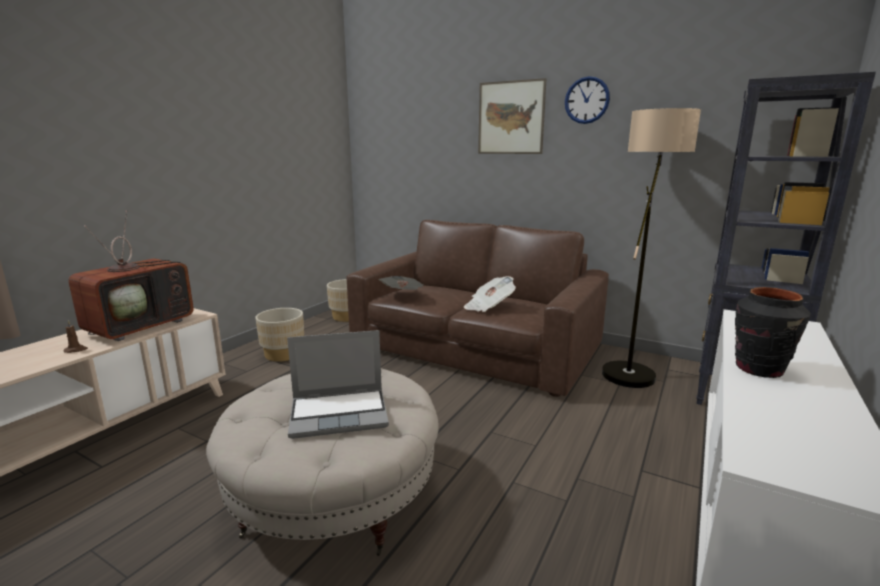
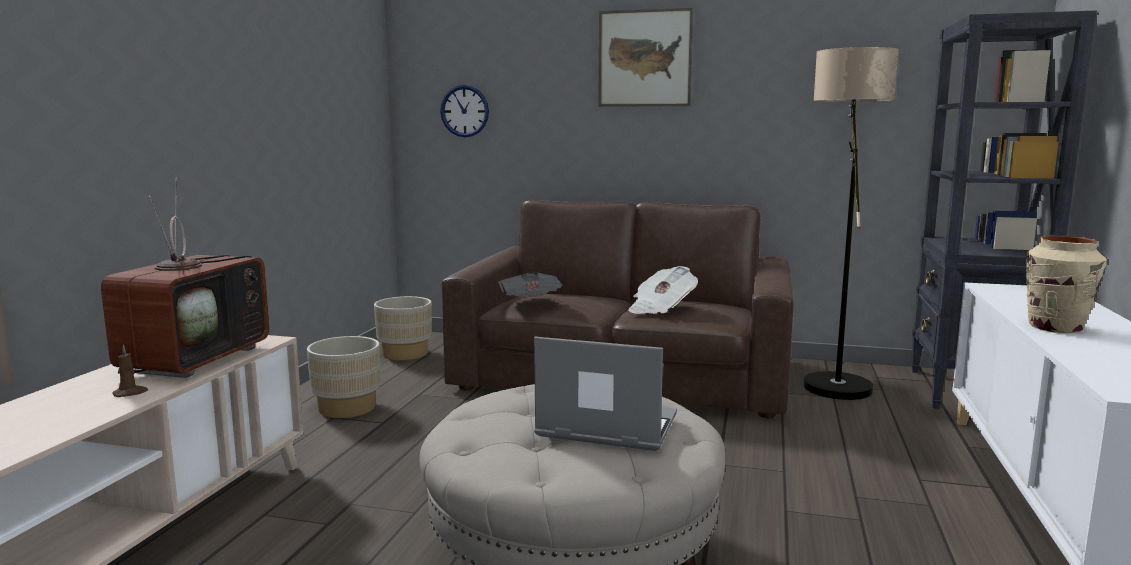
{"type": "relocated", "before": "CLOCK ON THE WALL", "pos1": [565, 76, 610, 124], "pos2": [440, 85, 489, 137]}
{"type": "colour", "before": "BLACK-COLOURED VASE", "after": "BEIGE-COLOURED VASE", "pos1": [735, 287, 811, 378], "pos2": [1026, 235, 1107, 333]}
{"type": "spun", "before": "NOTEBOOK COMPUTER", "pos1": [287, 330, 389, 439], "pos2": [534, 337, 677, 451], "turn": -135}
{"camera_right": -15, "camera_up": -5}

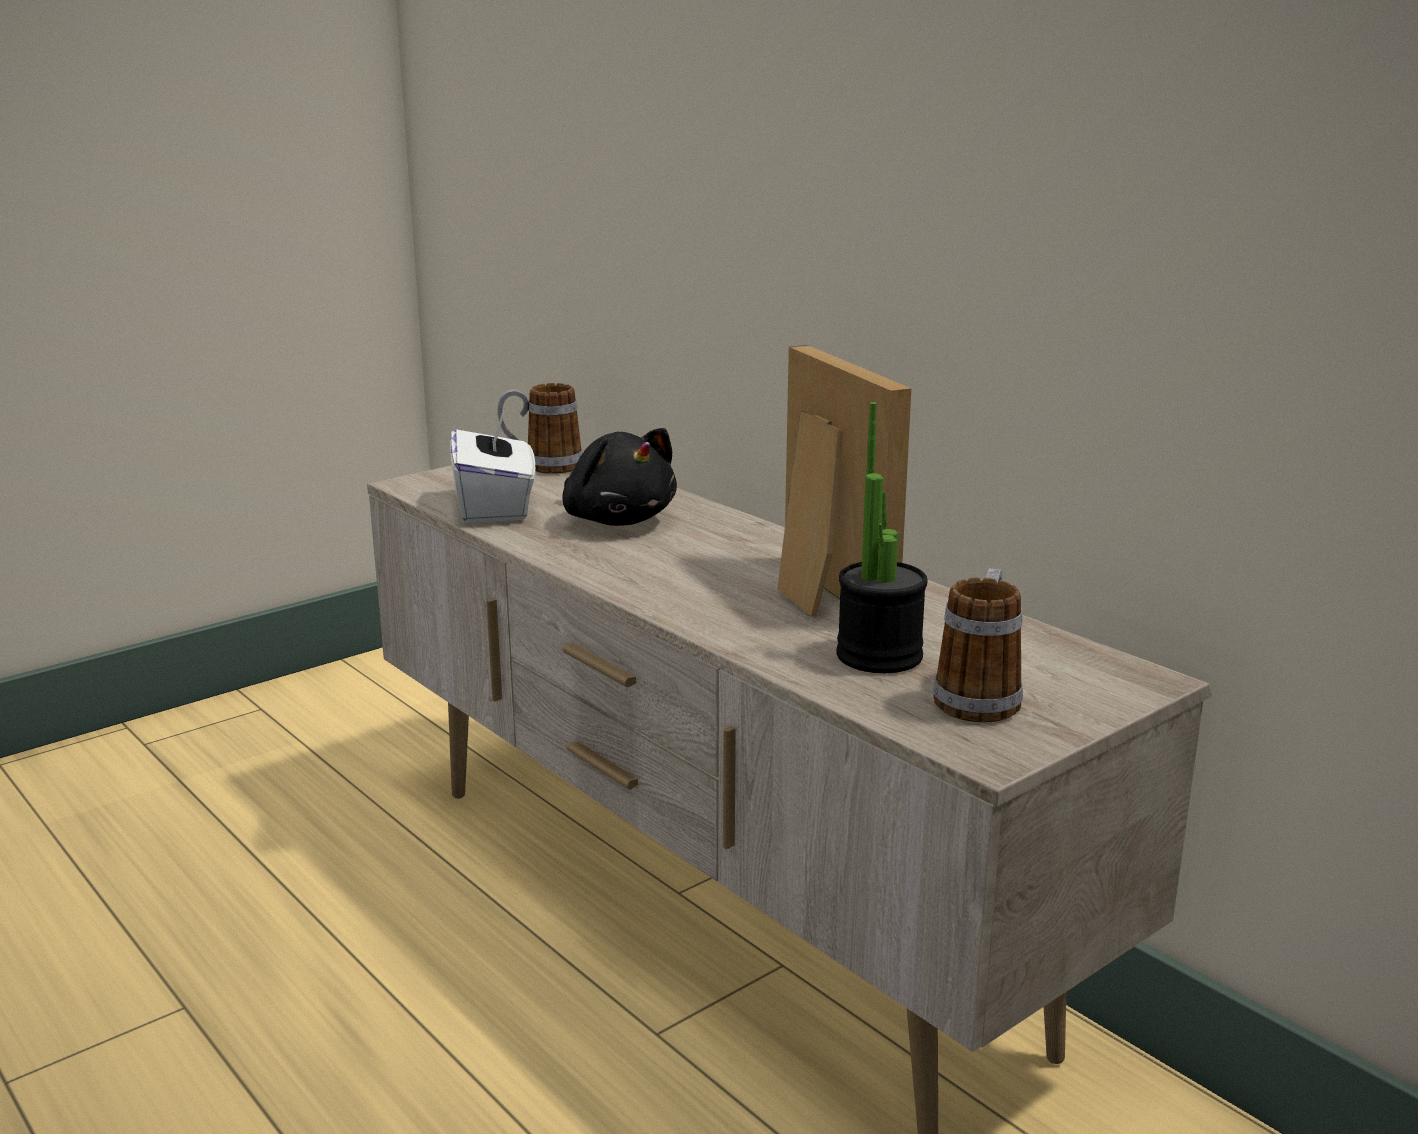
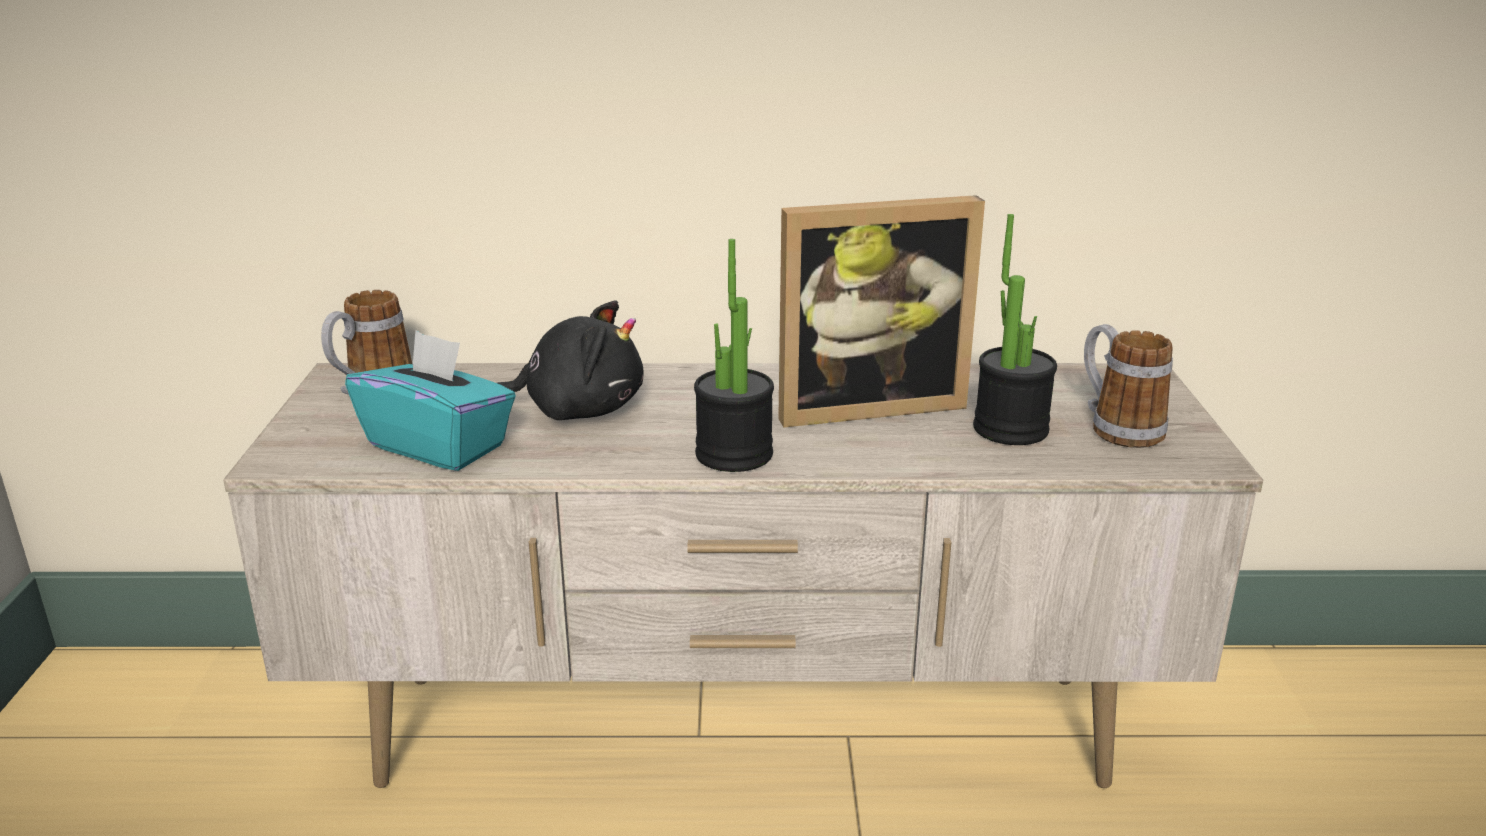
{"type": "spun", "before": "PHOTO FRAME", "pos1": [777, 345, 911, 616], "pos2": [778, 195, 985, 427], "turn": 150}
{"type": "colour", "before": "WHITE-COLOURED TISSUE BOX", "after": "TURQUOISE-COLOURED TISSUE BOX", "pos1": [450, 407, 536, 523], "pos2": [345, 330, 516, 471]}
{"type": "appeared", "after": "POTTED PLANT", "pos2": [694, 239, 774, 472]}
{"camera_right": -50, "camera_up": 5}

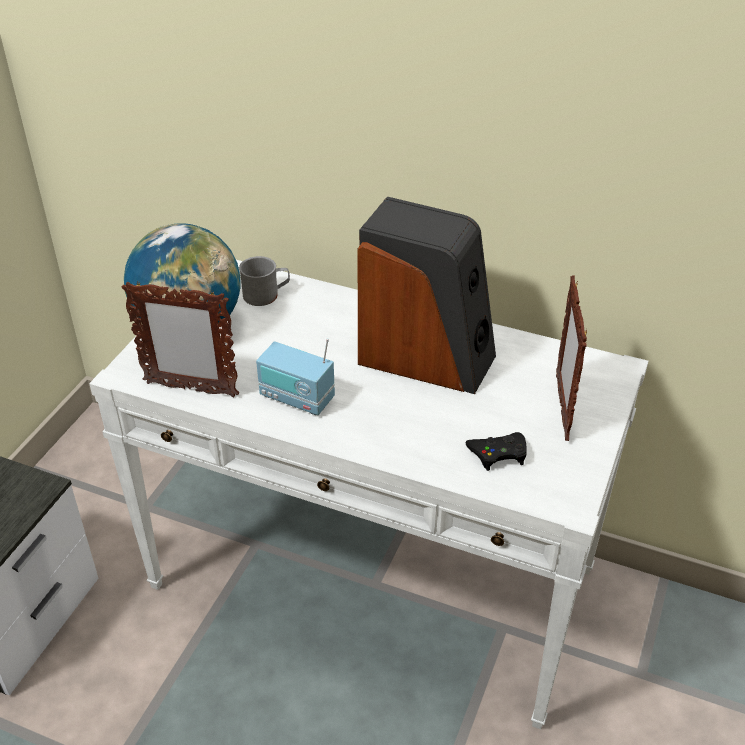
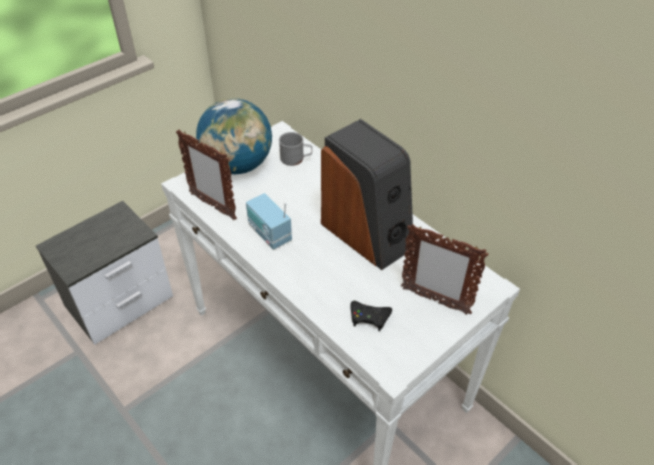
{"type": "spun", "before": "PHOTO FRAME", "pos1": [556, 275, 587, 441], "pos2": [401, 224, 489, 315], "turn": -90}
{"camera_right": 25, "camera_up": 5}

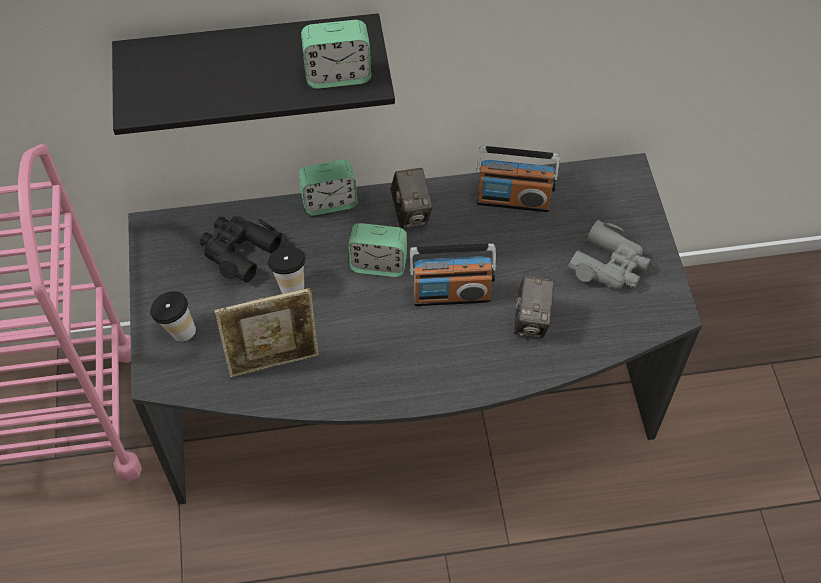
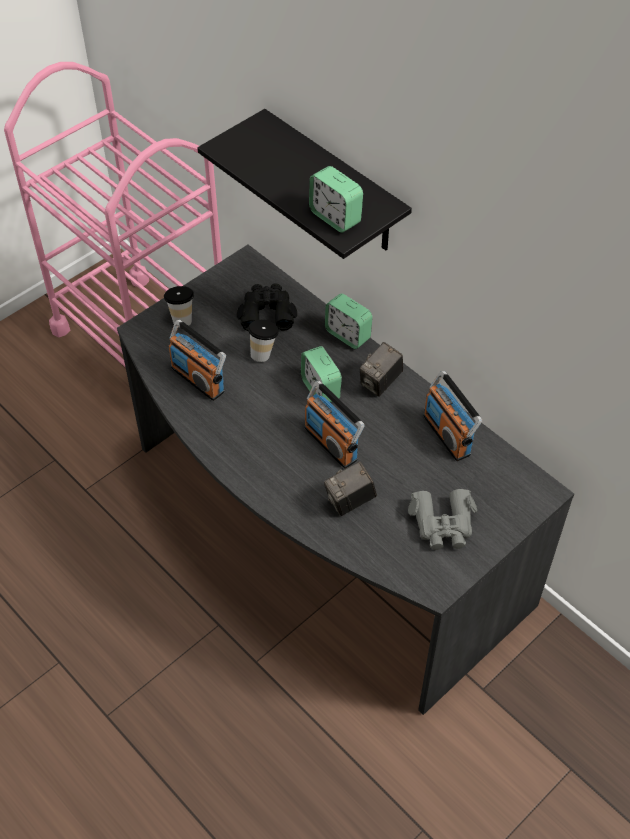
{"type": "exchanged", "before": "PHOTO FRAME", "after": "RADIO RECEIVER", "pos1": [214, 288, 319, 377], "pos2": [169, 320, 226, 401]}
{"camera_right": 55, "camera_up": -5}

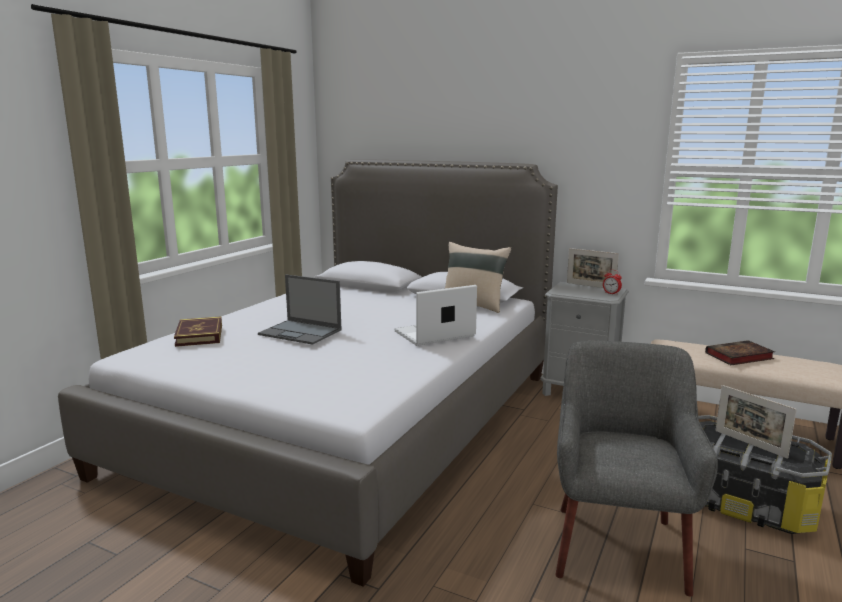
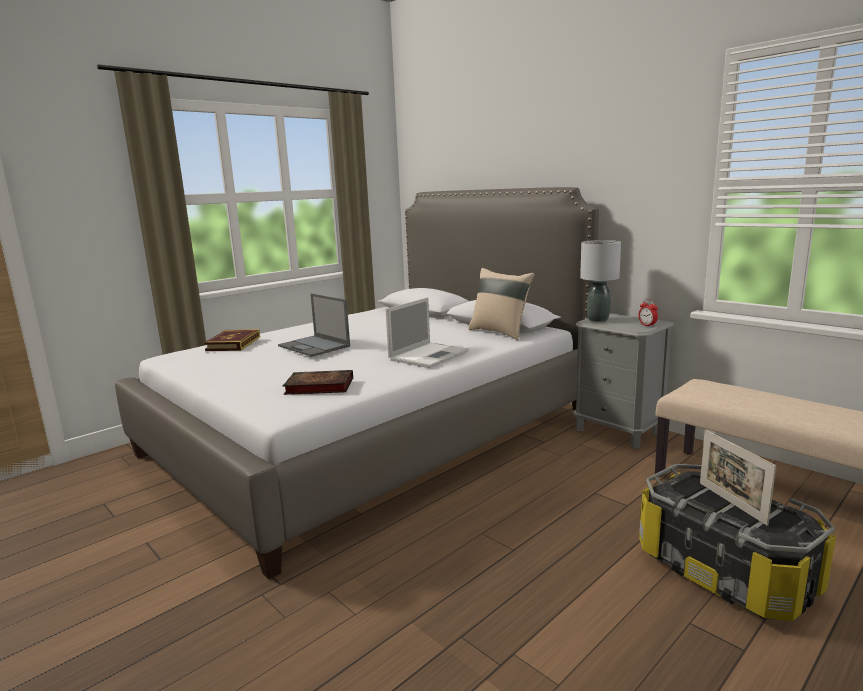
{"type": "missing", "before": "PHOTO FRAME", "pos1": [567, 248, 619, 288]}
{"type": "spun", "before": "NOTEBOOK COMPUTER", "pos1": [394, 285, 477, 346], "pos2": [385, 297, 468, 368], "turn": 135}
{"type": "relocated", "before": "BOOK", "pos1": [705, 340, 775, 365], "pos2": [283, 370, 353, 395]}
{"type": "missing", "before": "GRAY EASY CHAIR", "pos1": [555, 341, 718, 597]}
{"type": "appeared", "after": "GRAY TABLETOP LAMP", "pos2": [580, 240, 621, 322]}
{"camera_right": 20, "camera_up": 0}

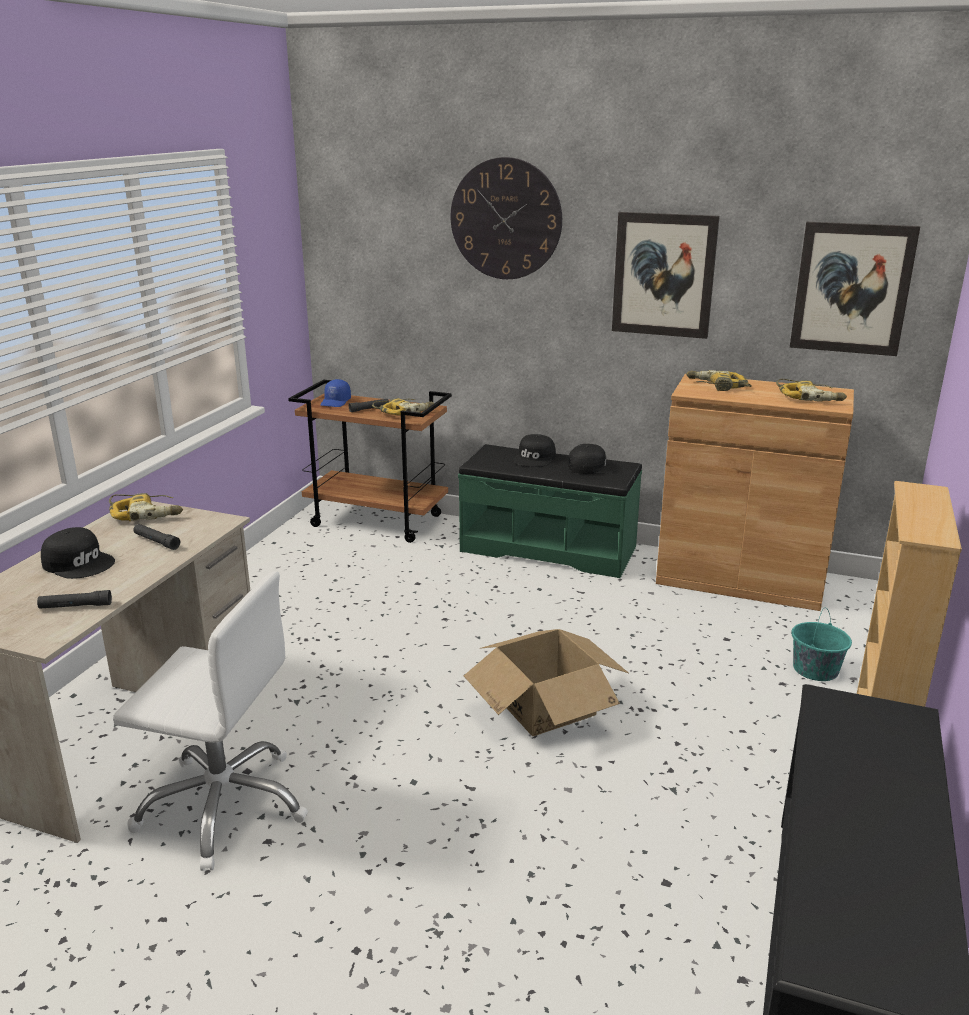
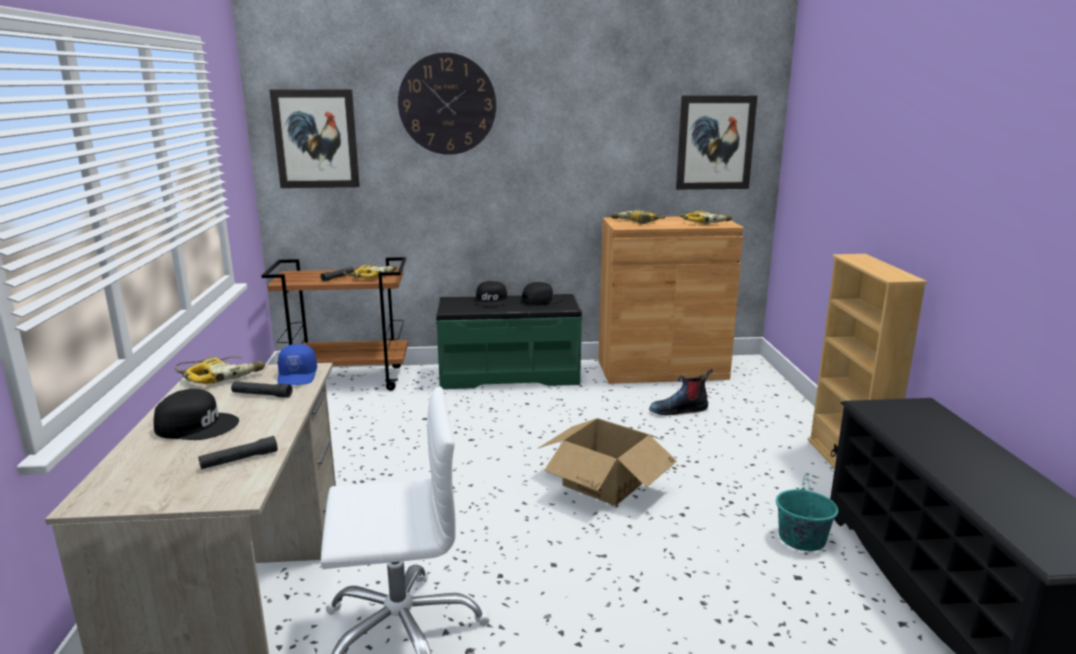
{"type": "relocated", "before": "PICTURE", "pos1": [612, 212, 720, 339], "pos2": [270, 89, 360, 188]}
{"type": "relocated", "before": "BLUE CAP", "pos1": [321, 379, 351, 407], "pos2": [277, 344, 317, 385]}
{"type": "relocated", "before": "TURQUOISE-COLOURED BUCKET", "pos1": [791, 608, 852, 681], "pos2": [776, 474, 838, 551]}
{"type": "appeared", "after": "HIGH-TOP BOOT", "pos2": [649, 369, 713, 415]}
{"camera_right": -25, "camera_up": -5}

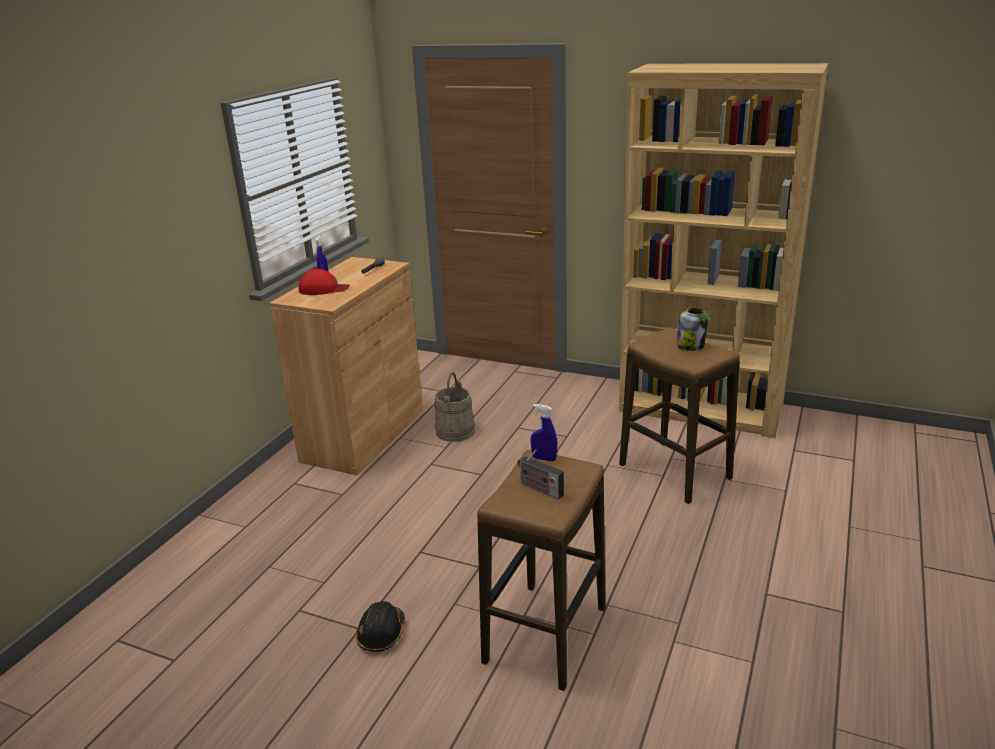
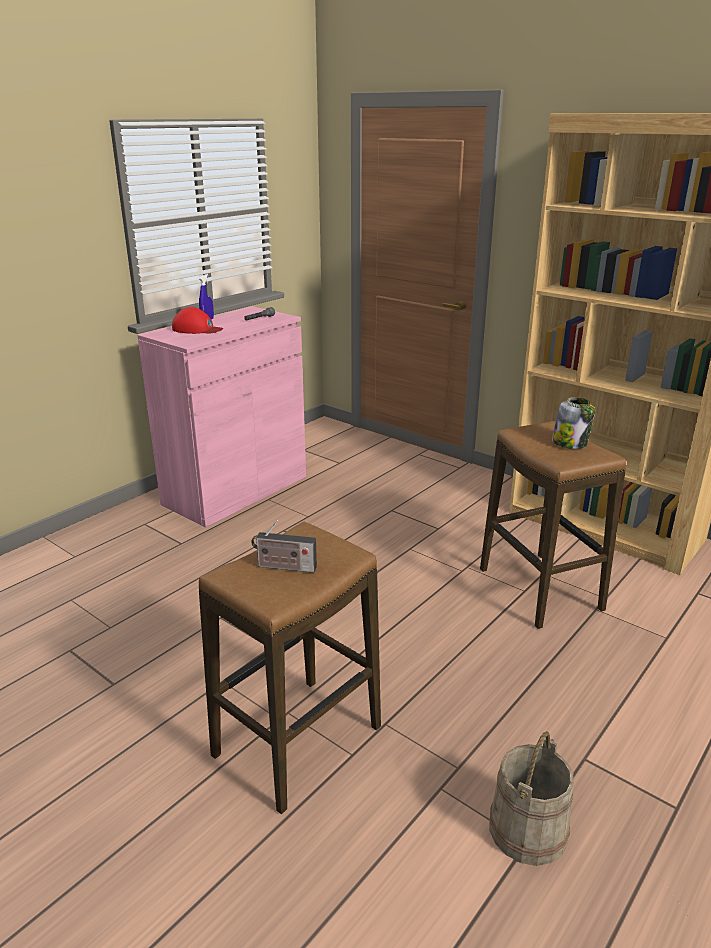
{"type": "colour", "before": "BROWN-COLOURED CABINET", "after": "PINKISH CABINET", "pos1": [270, 257, 423, 475], "pos2": [137, 306, 306, 527]}
{"type": "relocated", "before": "BEIGE-COLOURED BUCKET", "pos1": [435, 372, 475, 442], "pos2": [489, 731, 574, 866]}
{"type": "missing", "before": "BLUE SPRAY BOTTLE", "pos1": [531, 404, 557, 462]}
{"type": "spun", "before": "RADIO RECEIVER", "pos1": [517, 450, 564, 499], "pos2": [251, 520, 317, 573], "turn": -45}
{"type": "missing", "before": "BLACK-COLOURED HARD HAT", "pos1": [356, 601, 405, 652]}
{"camera_right": 15, "camera_up": 0}

